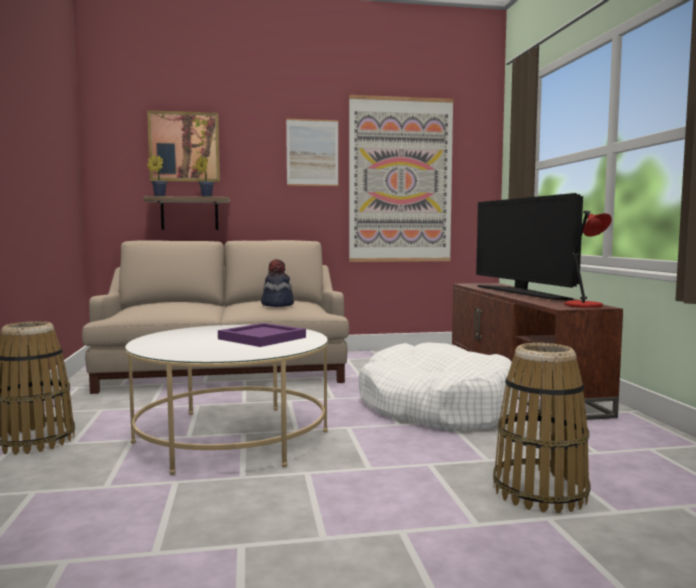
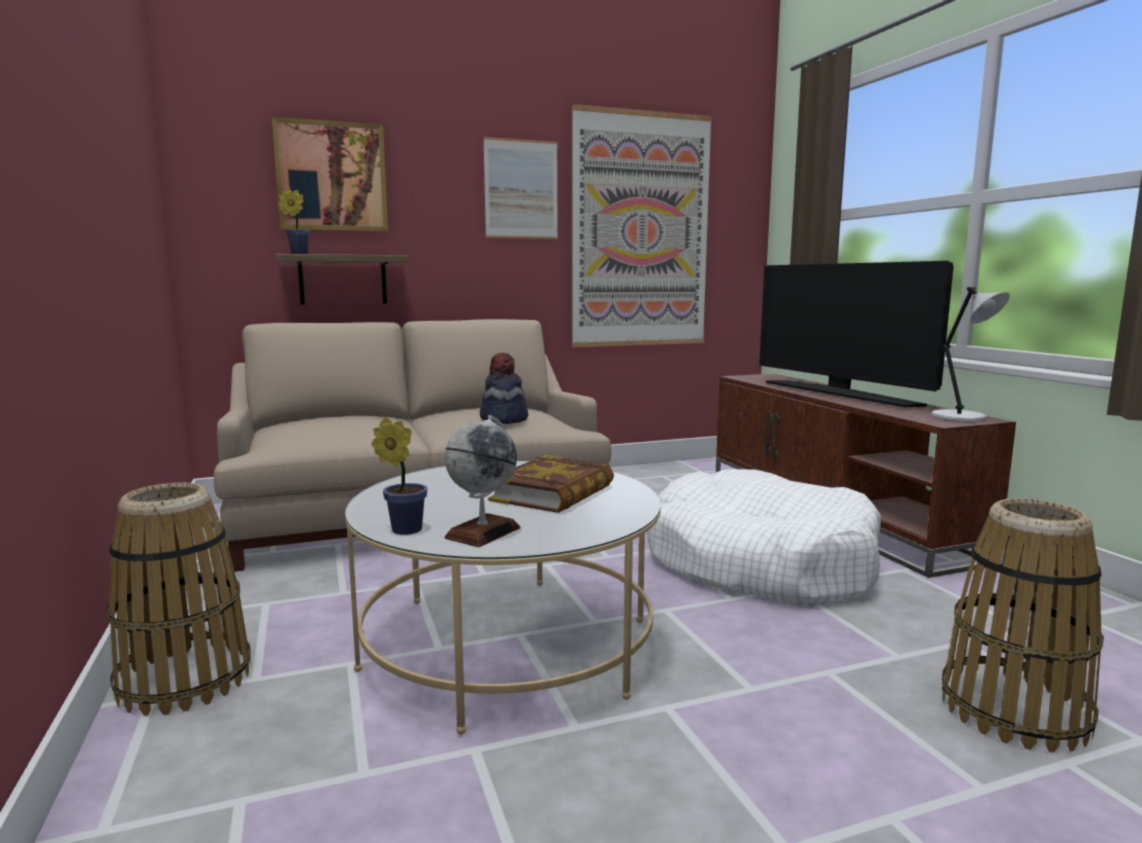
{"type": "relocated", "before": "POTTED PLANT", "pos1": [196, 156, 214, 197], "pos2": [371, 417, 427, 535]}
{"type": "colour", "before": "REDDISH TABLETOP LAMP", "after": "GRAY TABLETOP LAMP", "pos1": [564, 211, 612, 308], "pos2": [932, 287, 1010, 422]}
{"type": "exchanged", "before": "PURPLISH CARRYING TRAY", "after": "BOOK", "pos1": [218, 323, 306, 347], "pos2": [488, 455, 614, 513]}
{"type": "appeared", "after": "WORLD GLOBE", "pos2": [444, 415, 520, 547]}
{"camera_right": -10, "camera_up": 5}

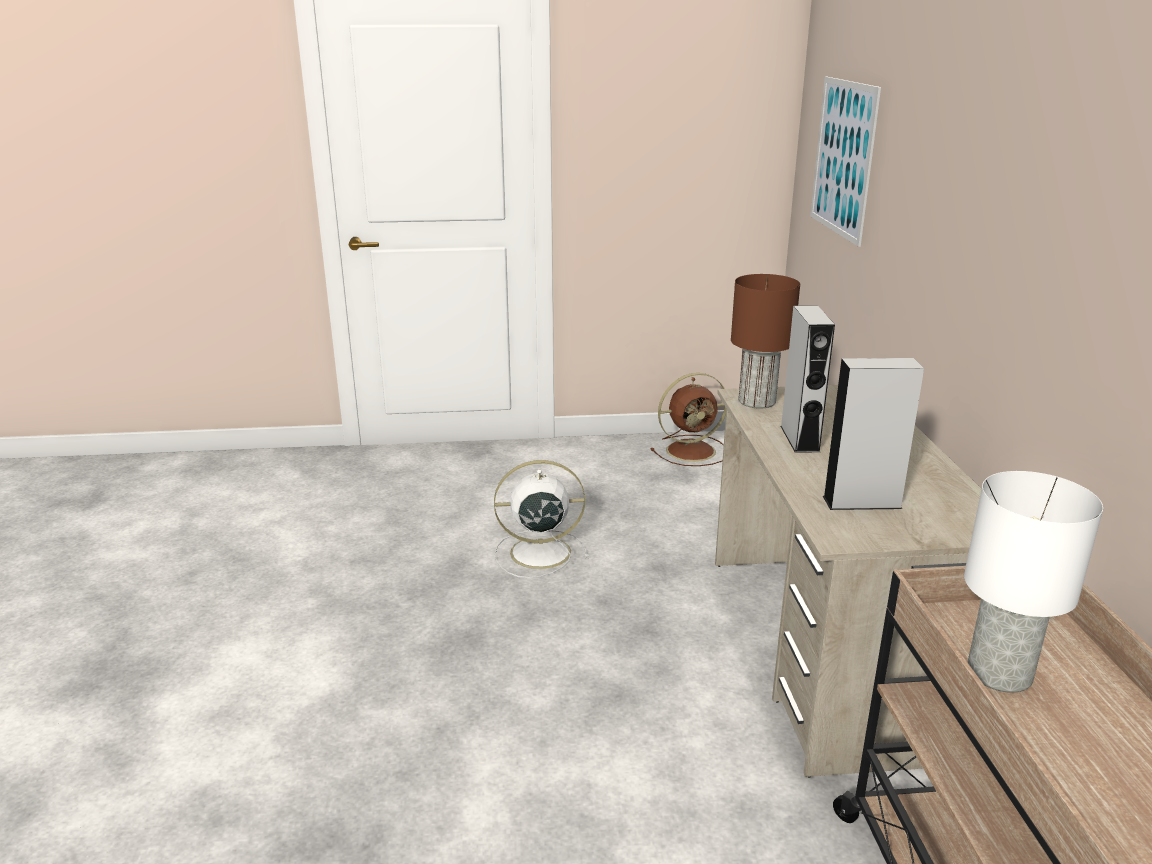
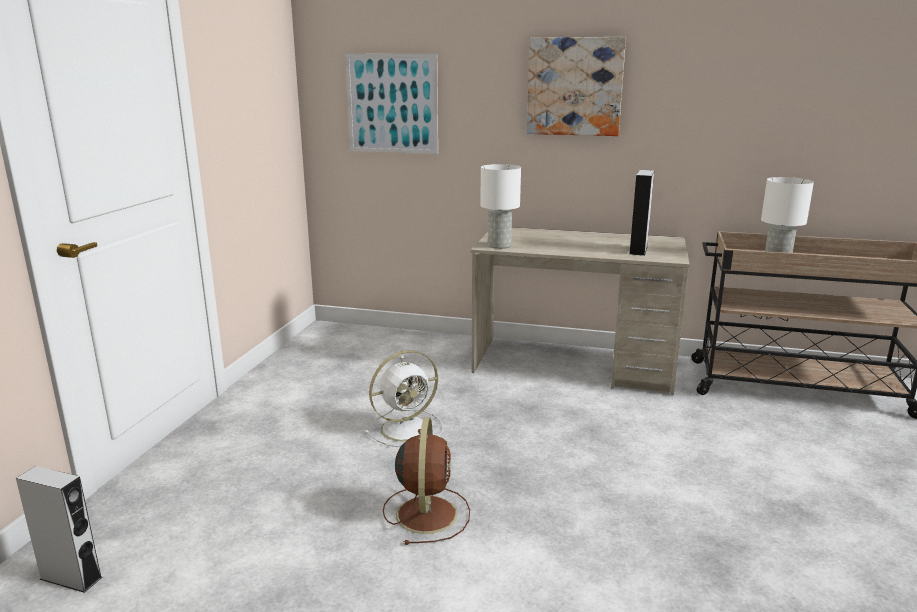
{"type": "colour", "before": "BROWN-COLOURED TABLETOP LAMP", "after": "WHITE-COLOURED TABLETOP LAMP", "pos1": [731, 274, 800, 408], "pos2": [480, 164, 521, 249]}
{"type": "relocated", "before": "GRAY LOUDSPEAKER", "pos1": [781, 305, 835, 453], "pos2": [16, 466, 102, 593]}
{"type": "relocated", "before": "BROWN-COLOURED ELECTRIC FAN", "pos1": [650, 373, 726, 466], "pos2": [383, 417, 470, 545]}
{"type": "spun", "before": "WHITE-COLOURED ELECTRIC FAN", "pos1": [494, 460, 589, 578], "pos2": [365, 350, 443, 447], "turn": -135}
{"type": "appeared", "after": "PICTURE", "pos2": [527, 37, 626, 136]}
{"camera_right": -70, "camera_up": -5}

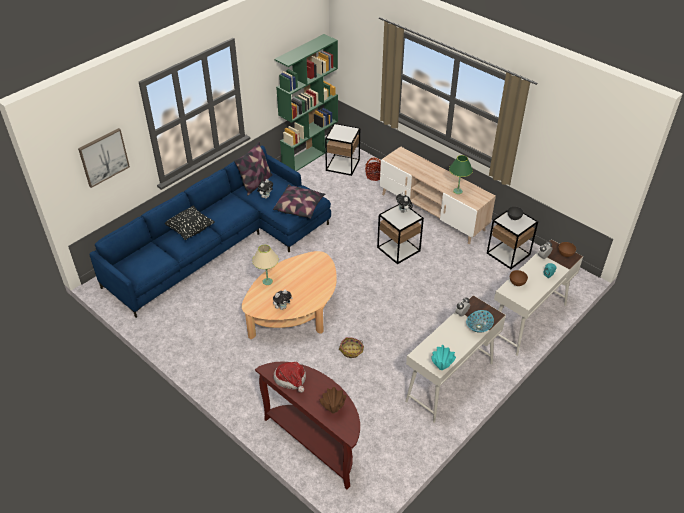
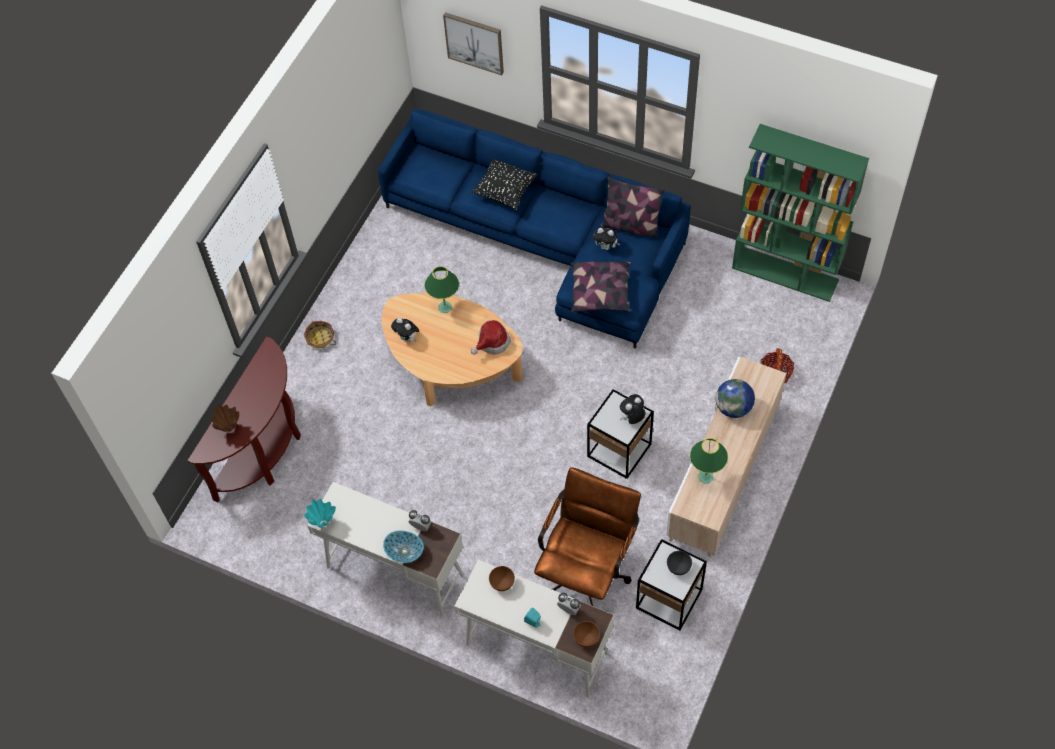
{"type": "missing", "before": "ACCENT TABLE", "pos1": [325, 123, 360, 176]}
{"type": "colour", "before": "BEIGE-COLOURED TABLETOP LAMP", "after": "GREEN TABLETOP LAMP", "pos1": [252, 245, 279, 285], "pos2": [425, 266, 459, 313]}
{"type": "relocated", "before": "STORAGE BASKET", "pos1": [339, 337, 364, 358], "pos2": [304, 321, 336, 348]}
{"type": "relocated", "before": "WEARABLE HAT", "pos1": [273, 362, 306, 393], "pos2": [471, 320, 511, 355]}
{"type": "appeared", "after": "WORLD GLOBE", "pos2": [716, 379, 755, 418]}
{"type": "appeared", "after": "BROWN-COLOURED DESK CHAIR", "pos2": [534, 467, 641, 606]}
{"camera_right": 75, "camera_up": 15}

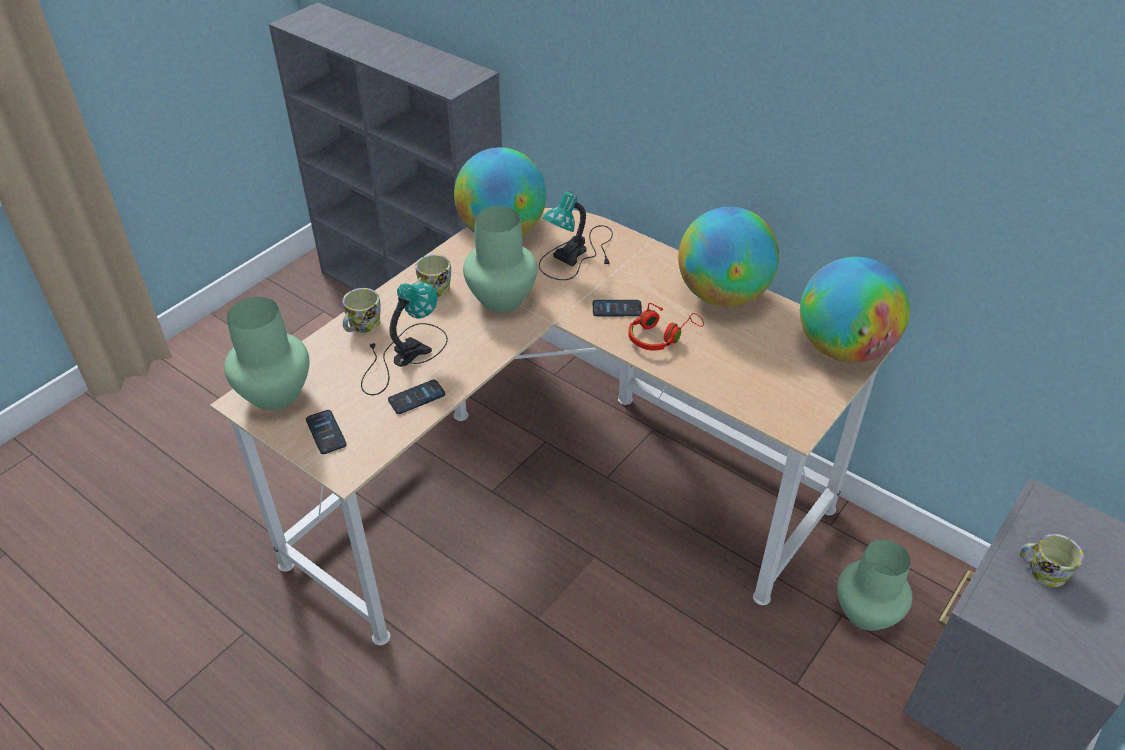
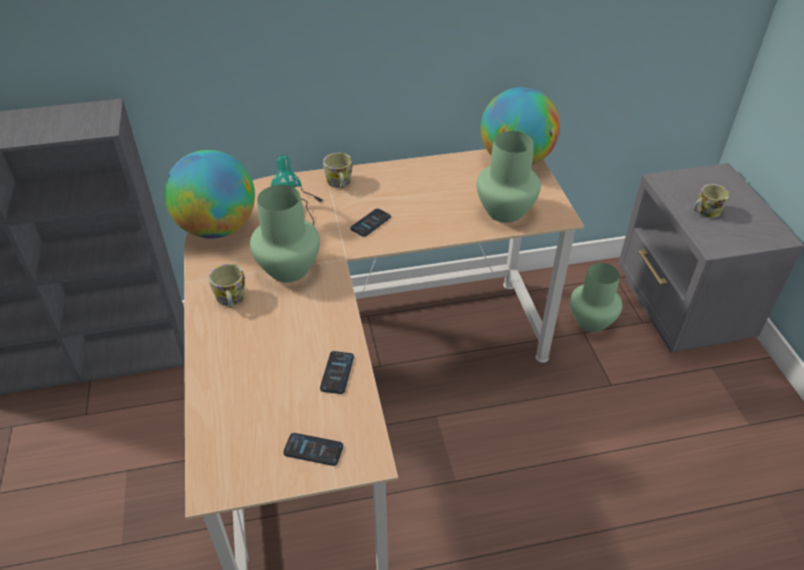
{"type": "missing", "before": "WORLD GLOBE", "pos1": [678, 207, 779, 307]}
{"type": "missing", "before": "TABLETOP LAMP", "pos1": [361, 282, 448, 396]}
{"type": "relocated", "before": "COFFEE MUG", "pos1": [343, 288, 381, 333], "pos2": [323, 153, 352, 188]}
{"type": "relocated", "before": "GREEN VASE", "pos1": [224, 297, 309, 411], "pos2": [477, 131, 541, 223]}
{"type": "missing", "before": "REDDISH PAIR OF HEADPHONES", "pos1": [628, 303, 704, 351]}
{"camera_right": -50, "camera_up": 0}

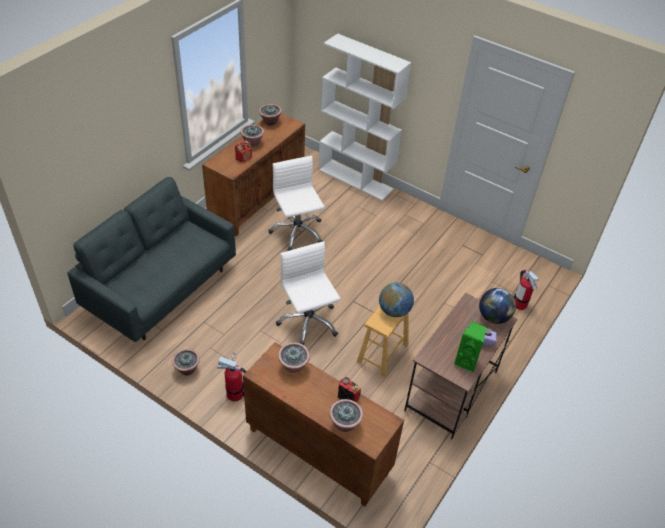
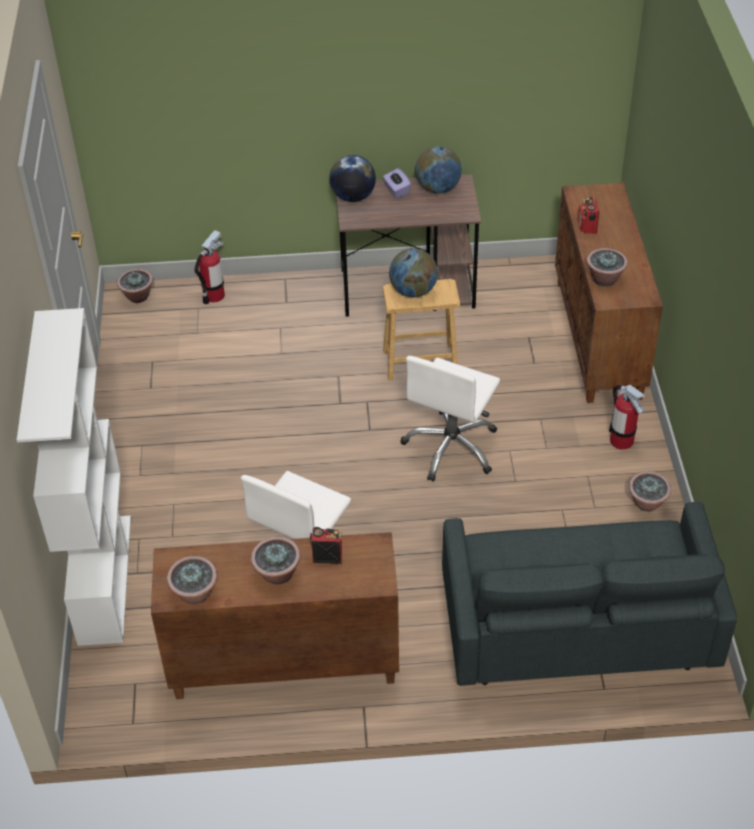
{"type": "exchanged", "before": "GREEN LOUDSPEAKER", "after": "WORLD GLOBE", "pos1": [454, 322, 486, 373], "pos2": [415, 146, 462, 194]}
{"type": "relocated", "before": "POTTED PLANT", "pos1": [329, 399, 363, 432], "pos2": [117, 269, 153, 303]}
{"camera_right": -125, "camera_up": 0}

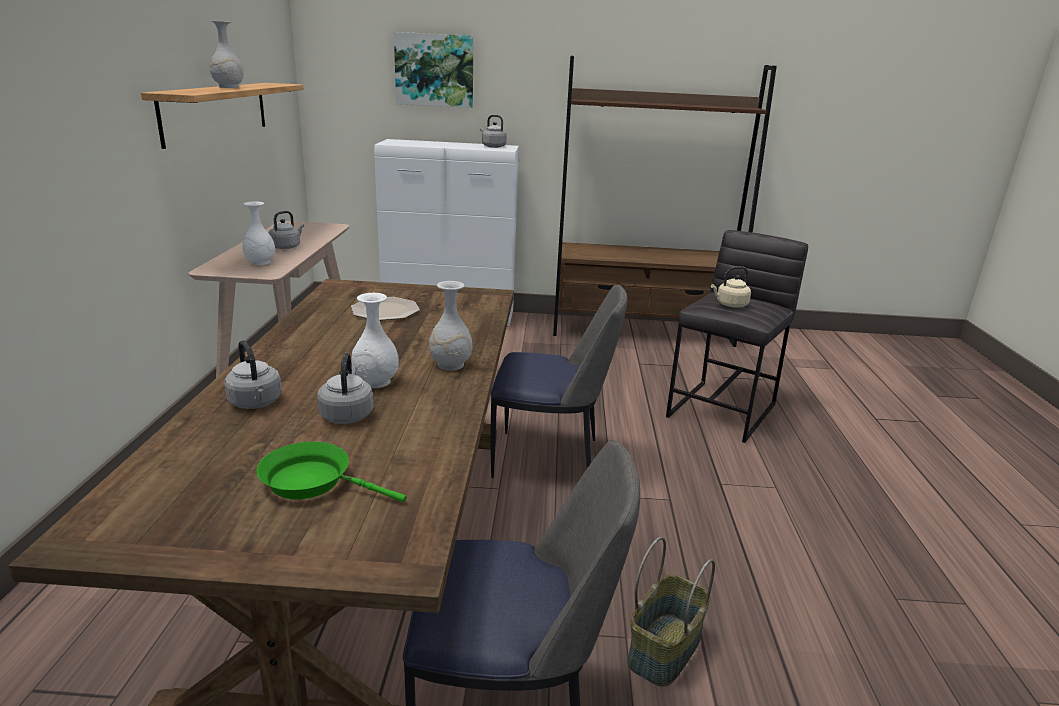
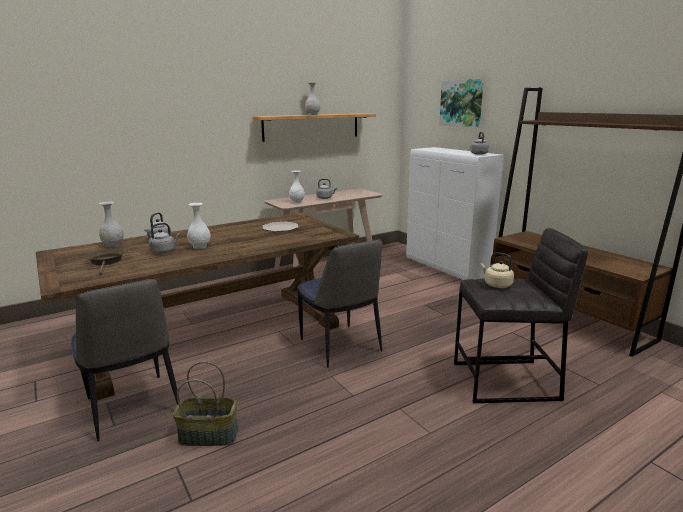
{"type": "relocated", "before": "WHITE-COLOURED VASE", "pos1": [429, 281, 472, 371], "pos2": [99, 202, 124, 247]}
{"type": "colour", "before": "GREEN PAN", "after": "BROWN-COLOURED PAN", "pos1": [257, 442, 407, 502], "pos2": [85, 248, 125, 275]}
{"camera_right": 55, "camera_up": -5}

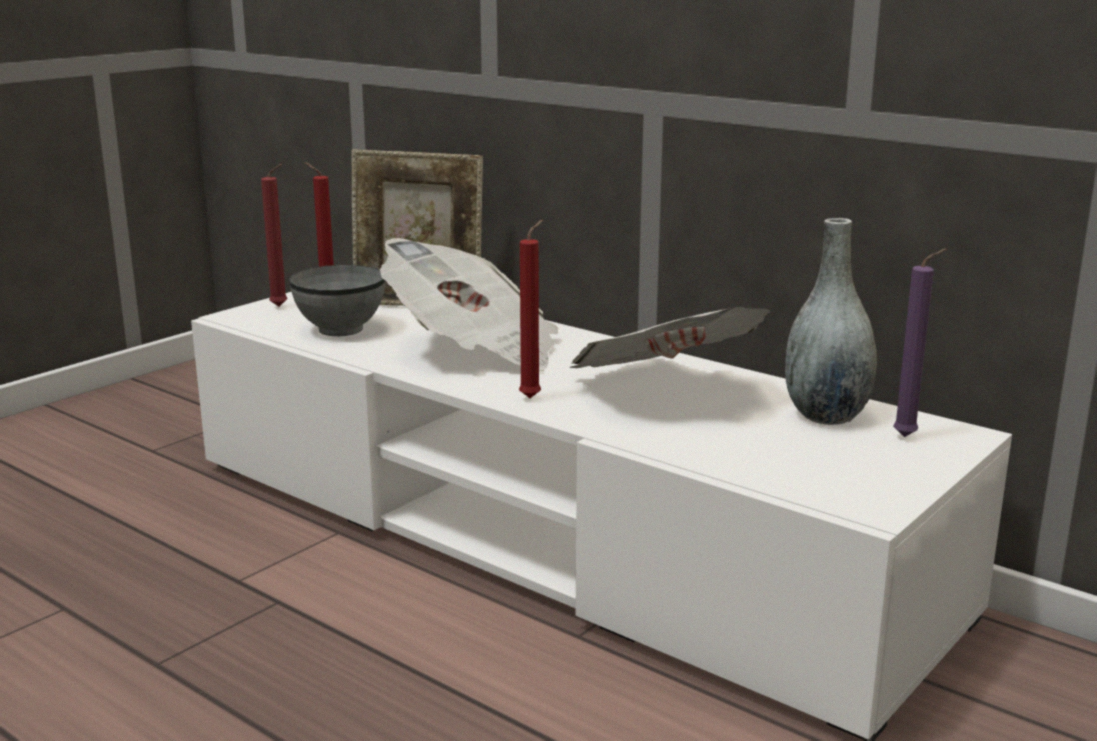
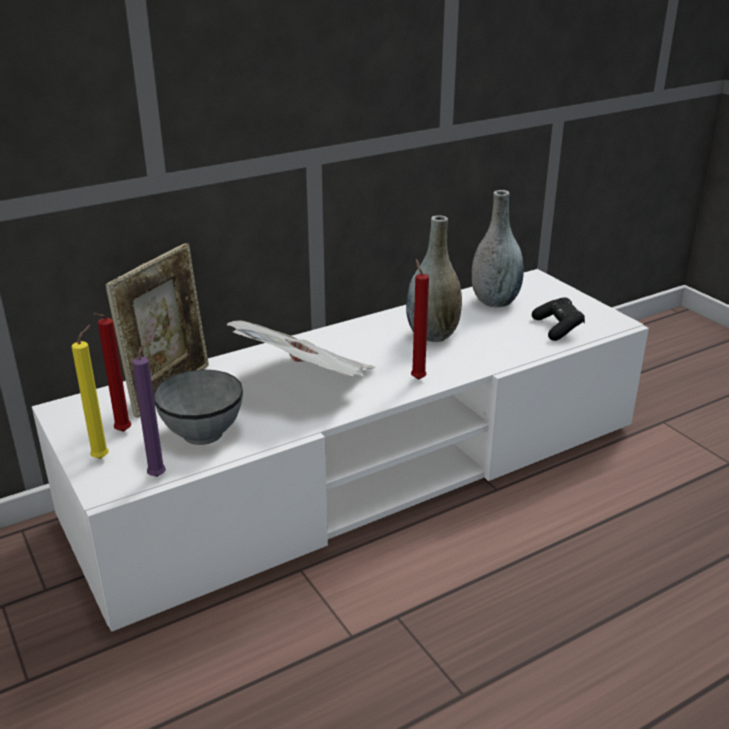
{"type": "colour", "before": "REDDISH WAX CANDLE", "after": "YELLOW-COLOURED WAX CANDLE", "pos1": [261, 164, 288, 307], "pos2": [72, 325, 109, 459]}
{"type": "relocated", "before": "PURPLISH WAX CANDLE", "pos1": [893, 249, 947, 437], "pos2": [132, 339, 166, 477]}
{"type": "exchanged", "before": "DAILY PAPER", "after": "GRAY VASE", "pos1": [570, 307, 770, 368], "pos2": [406, 215, 462, 342]}
{"type": "appeared", "after": "BLACK-COLOURED JOYPAD", "pos2": [532, 298, 585, 341]}
{"camera_right": -70, "camera_up": 10}

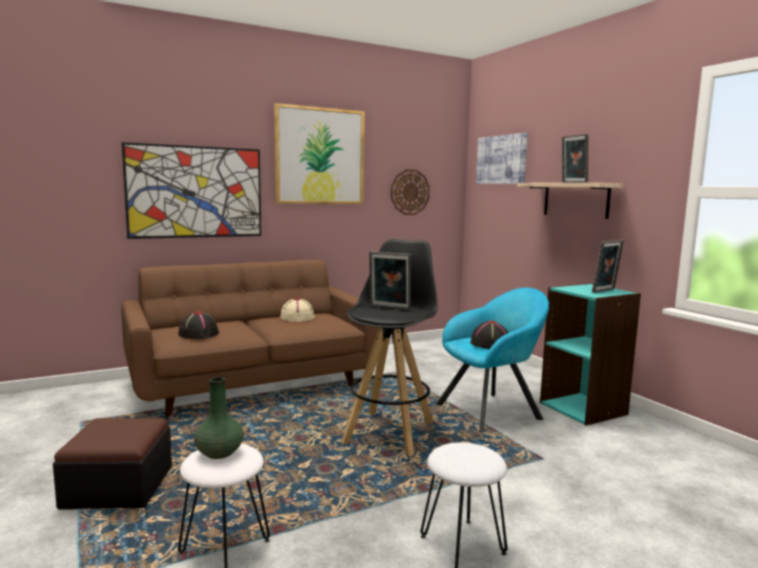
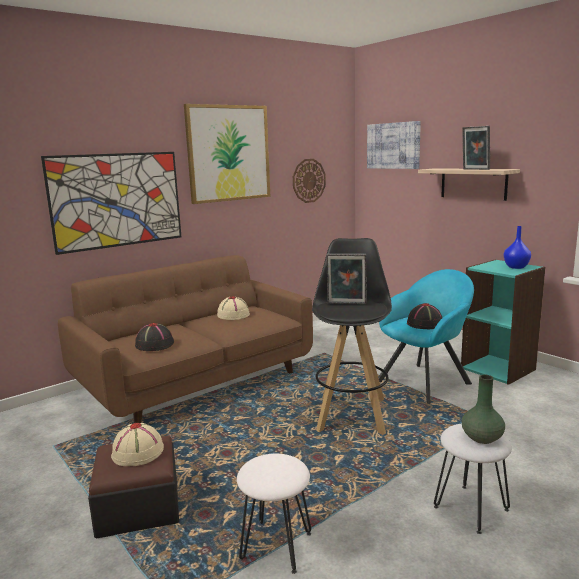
{"type": "exchanged", "before": "PHOTO FRAME", "after": "BLUE VASE", "pos1": [592, 240, 624, 293], "pos2": [504, 226, 531, 269]}
{"type": "relocated", "before": "GREEN VASE", "pos1": [194, 377, 244, 459], "pos2": [462, 375, 505, 444]}
{"type": "appeared", "after": "BEIGE-COLOURED WEARABLE HAT", "pos2": [111, 423, 164, 466]}
{"camera_right": -10, "camera_up": 5}

